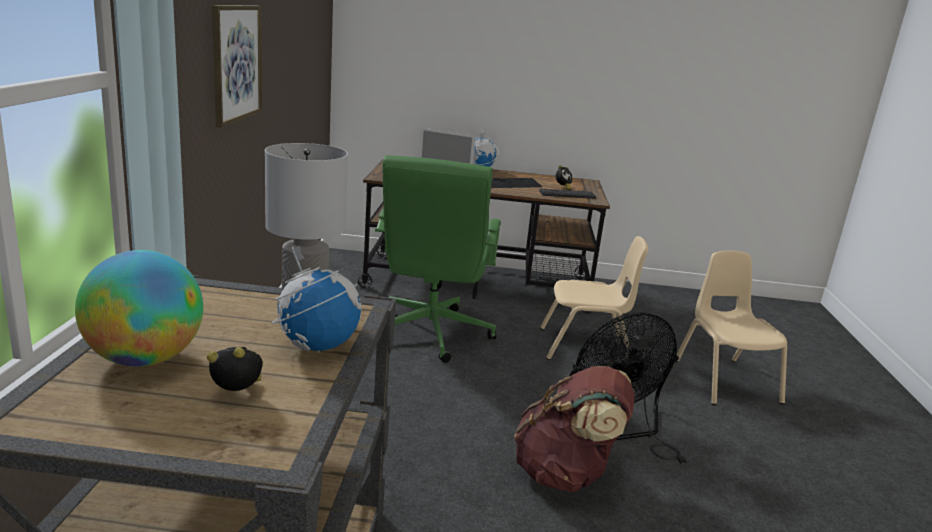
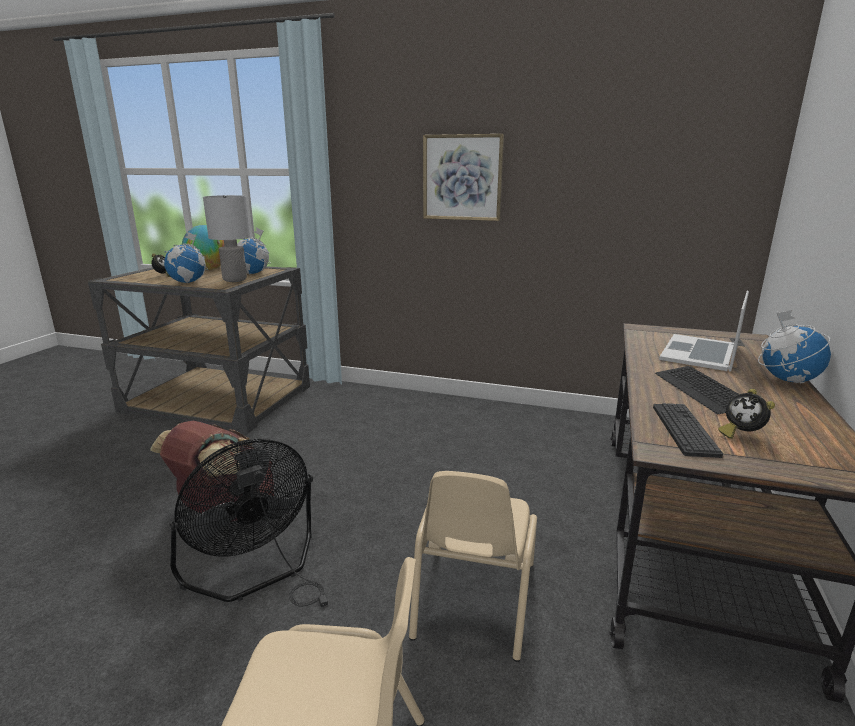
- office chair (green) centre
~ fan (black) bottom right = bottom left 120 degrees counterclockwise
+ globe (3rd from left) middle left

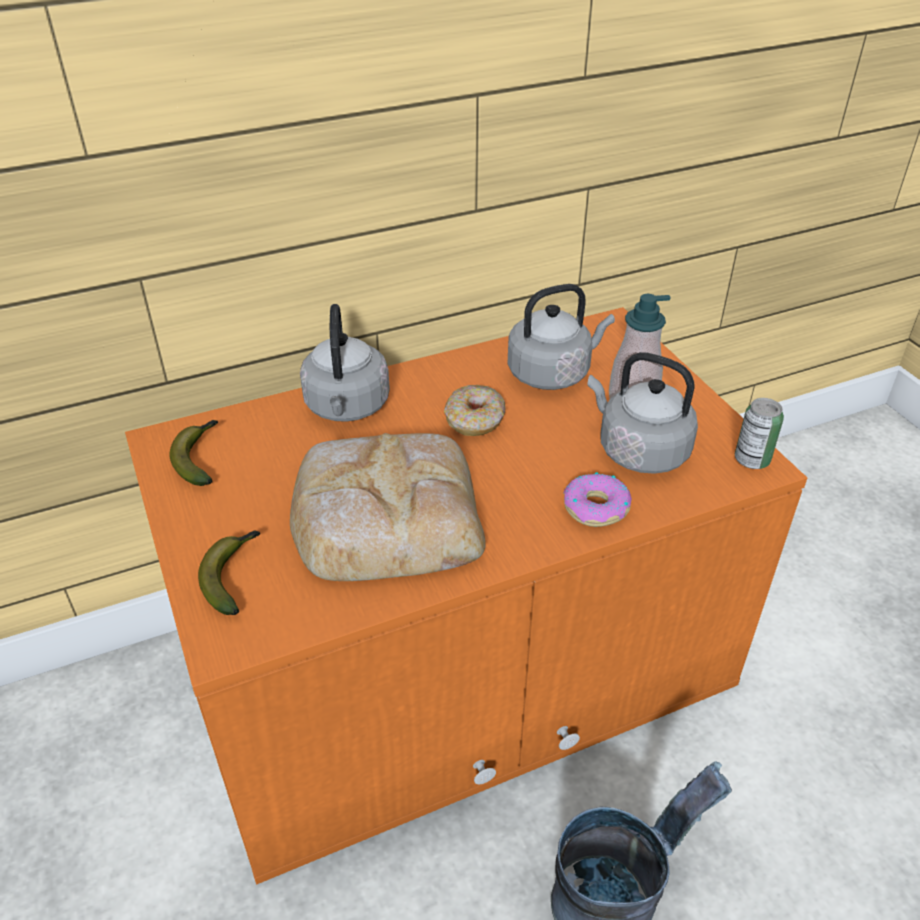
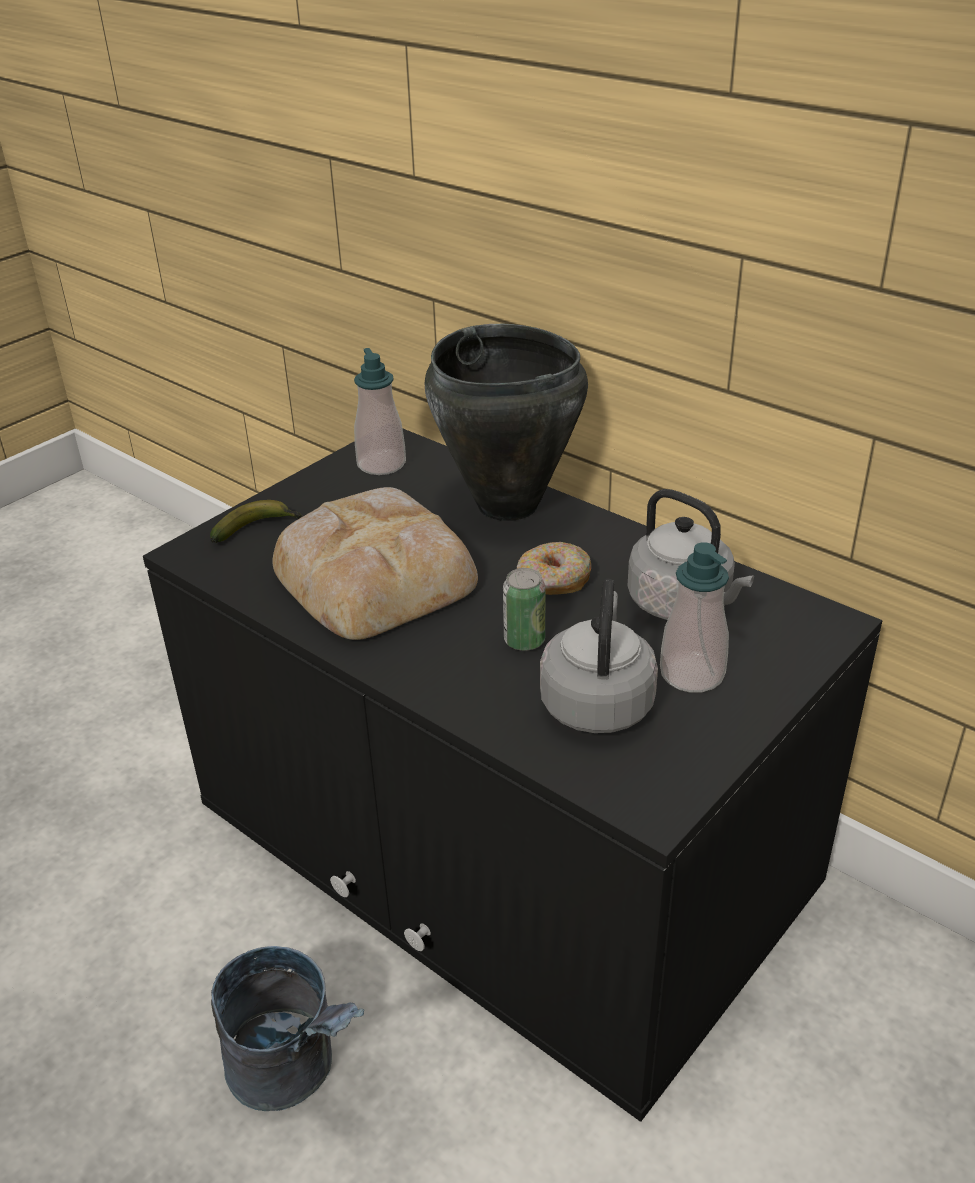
~ cabinet (orange) centre to cabinet (black) centre
~ banana (1st from left) middle left to soap dispenser (1st from left) centre
~ kettle (grey) (1st from left) centre to cooking pot (black) centre
- donut (2nd from left) centre
~ can middle right to centre

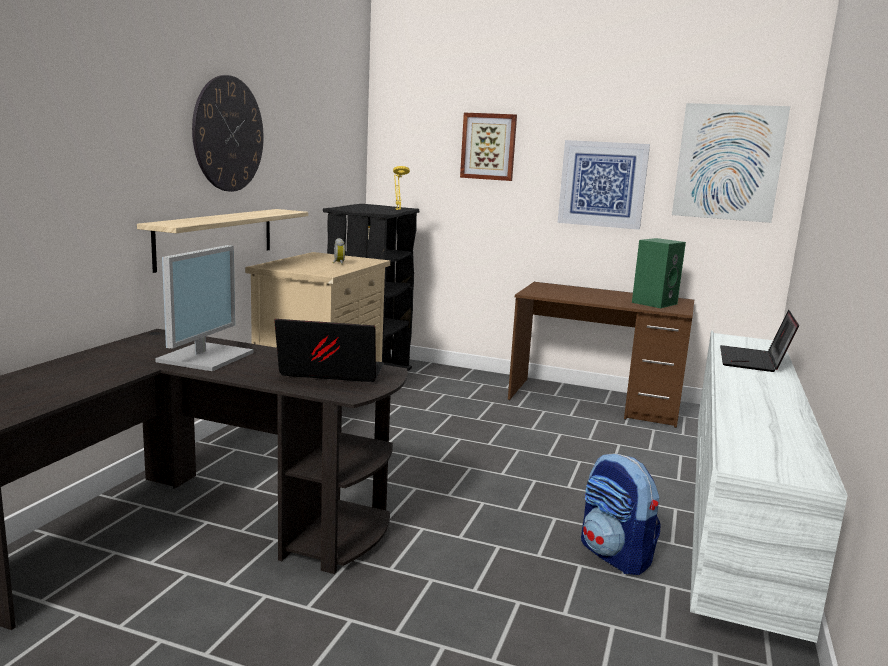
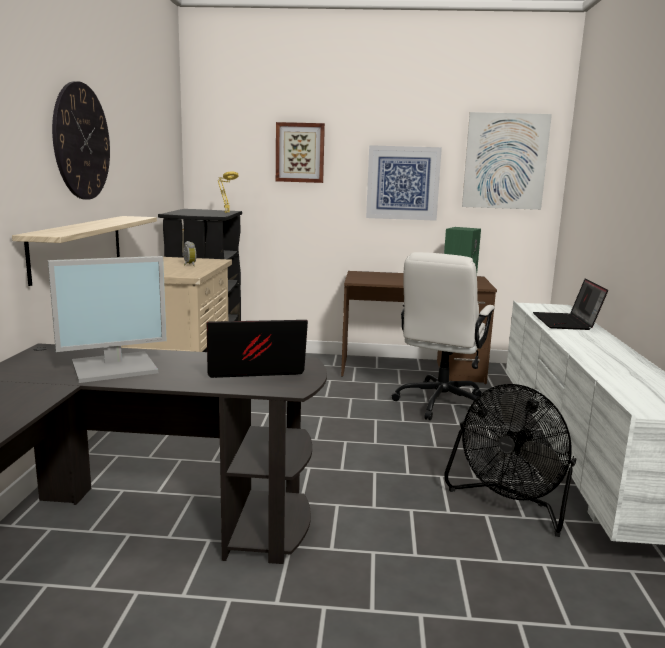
~ monitor middle left = middle left 60 degrees clockwise
~ backpack bottom right to fan (black) bottom right
+ office chair (white) centre

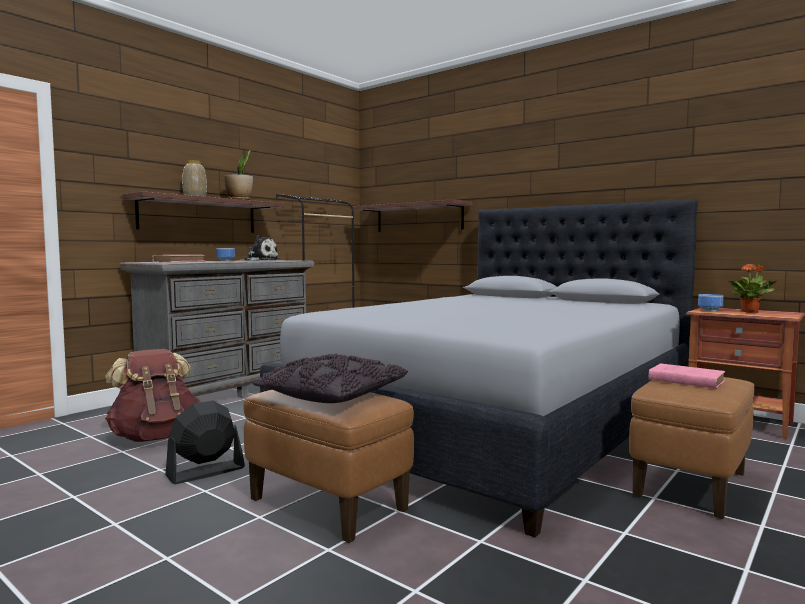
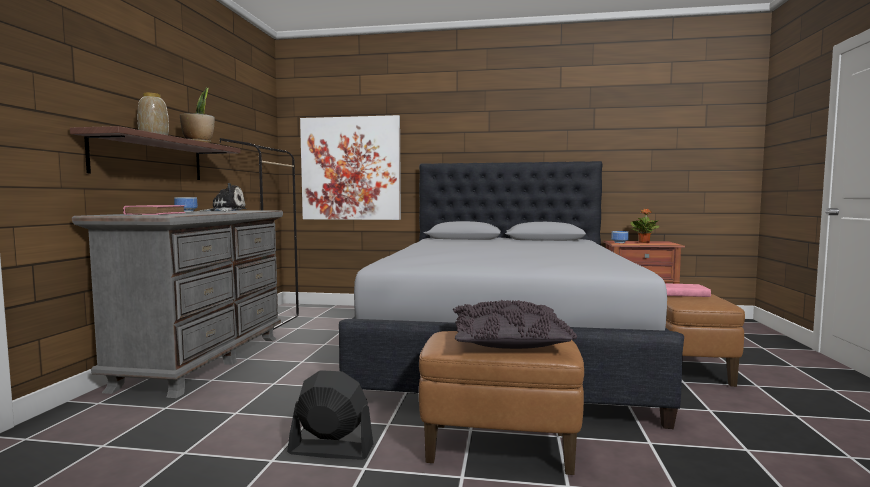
- backpack (brown) middle left
~ fan (black) bottom left = bottom centre 75 degrees clockwise
~ shelf (2nd from left) centre to picture centre

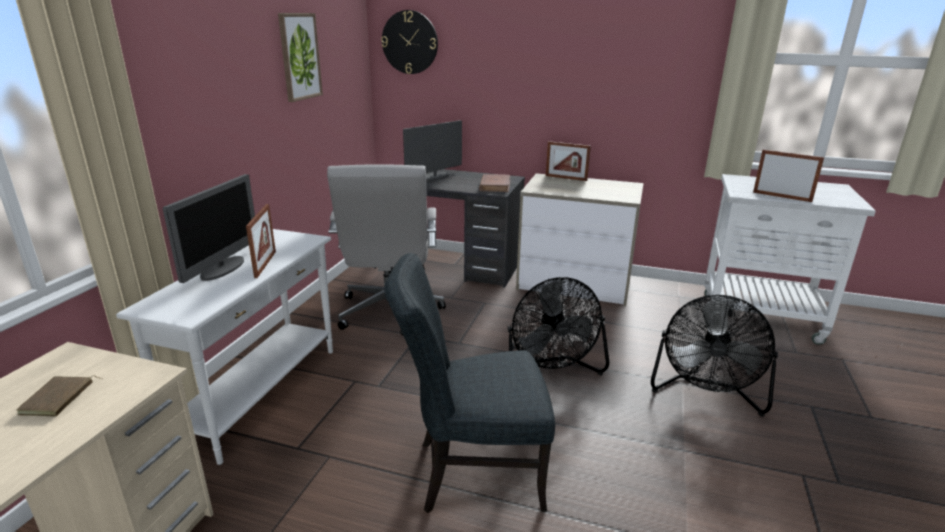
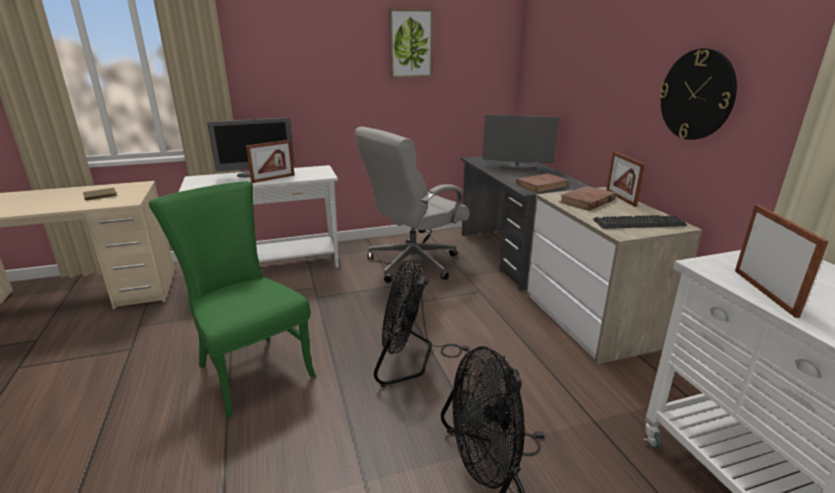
~ wall clock top centre to top right
~ chair (grey) bottom centre to chair (green) middle left
~ fan (black) (1st from left) centre = centre 60 degrees clockwise
+ book (brown) (3rd from left) middle right
+ keyboard middle right

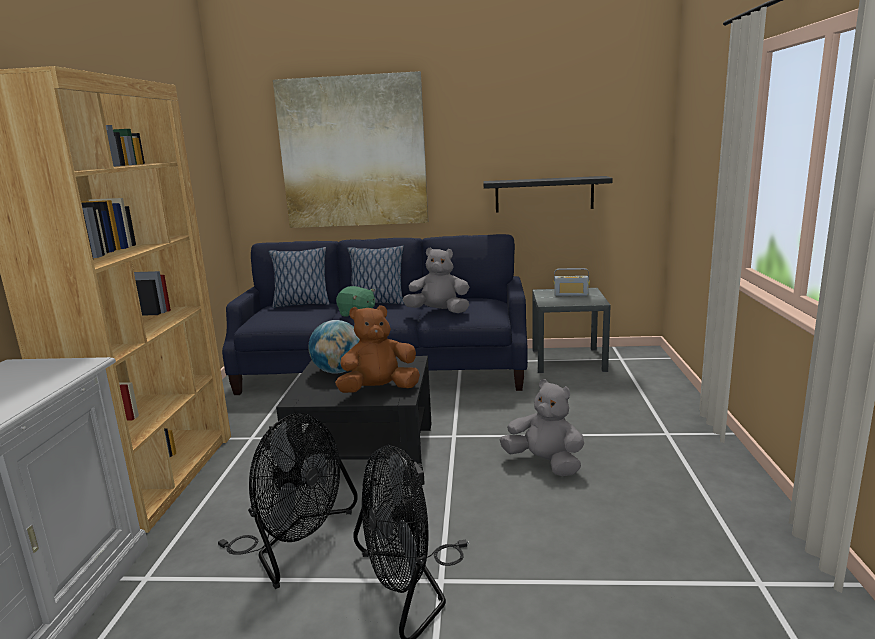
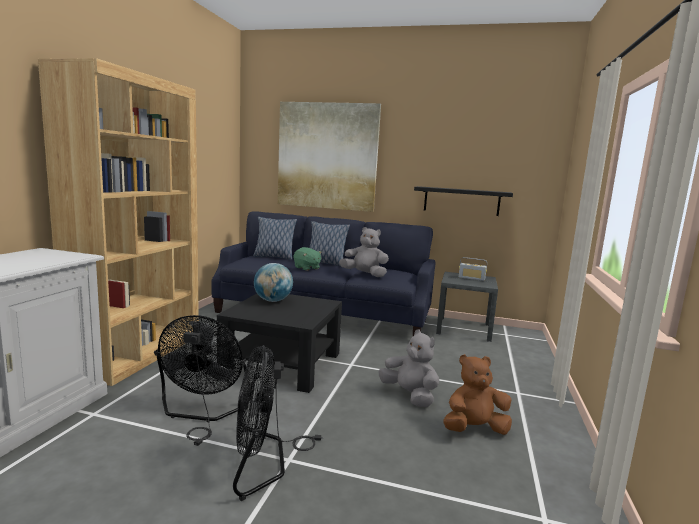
~ fan (black) (1st from left) bottom left = bottom left 120 degrees counterclockwise
~ plush toy (brown) centre to bottom right

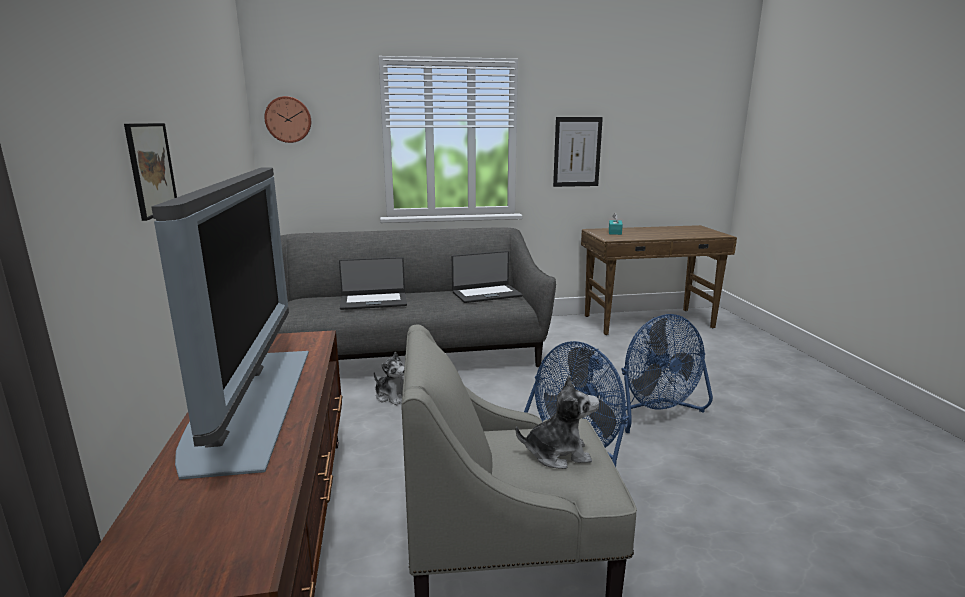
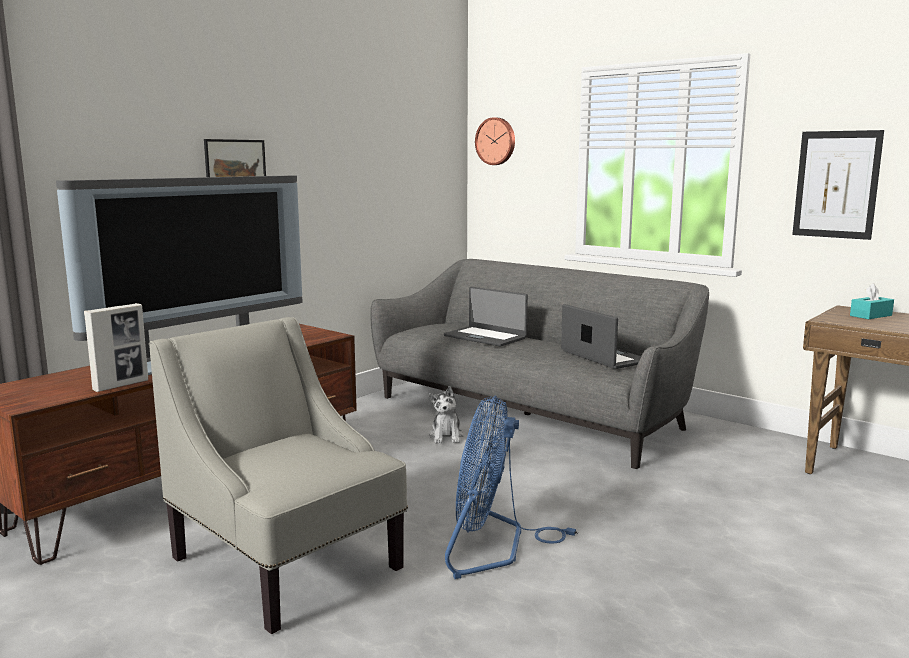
~ laptop (2nd from left) centre = centre 150 degrees counterclockwise
- plush toy (2nd from left) bottom centre
- fan (blue) (2nd from left) middle right
+ picture frame middle left

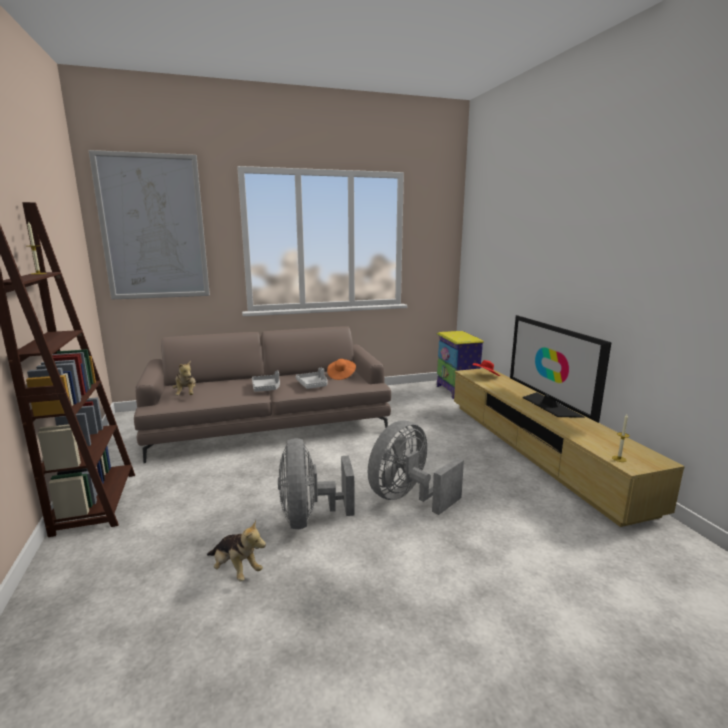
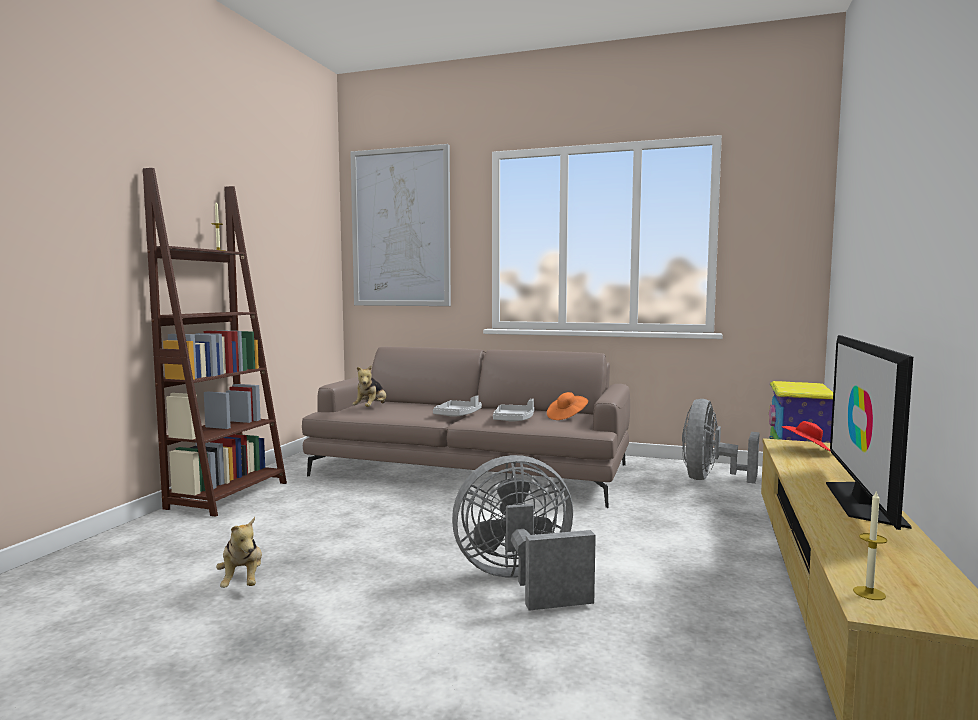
~ fan (grey) (1st from left in the first image) centre to fan (grey) (2nd from left) middle right

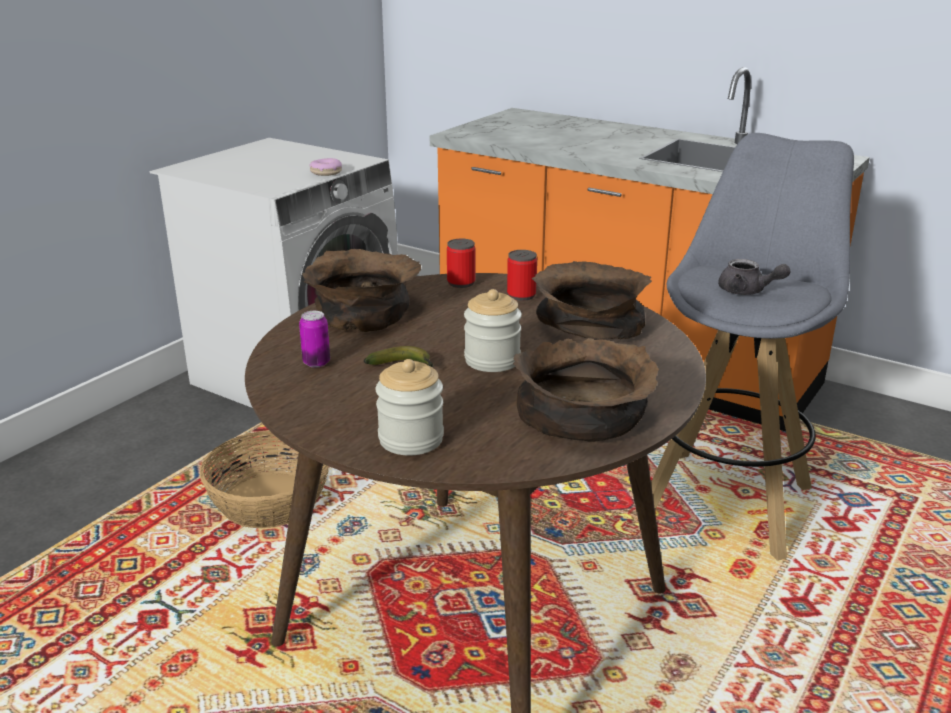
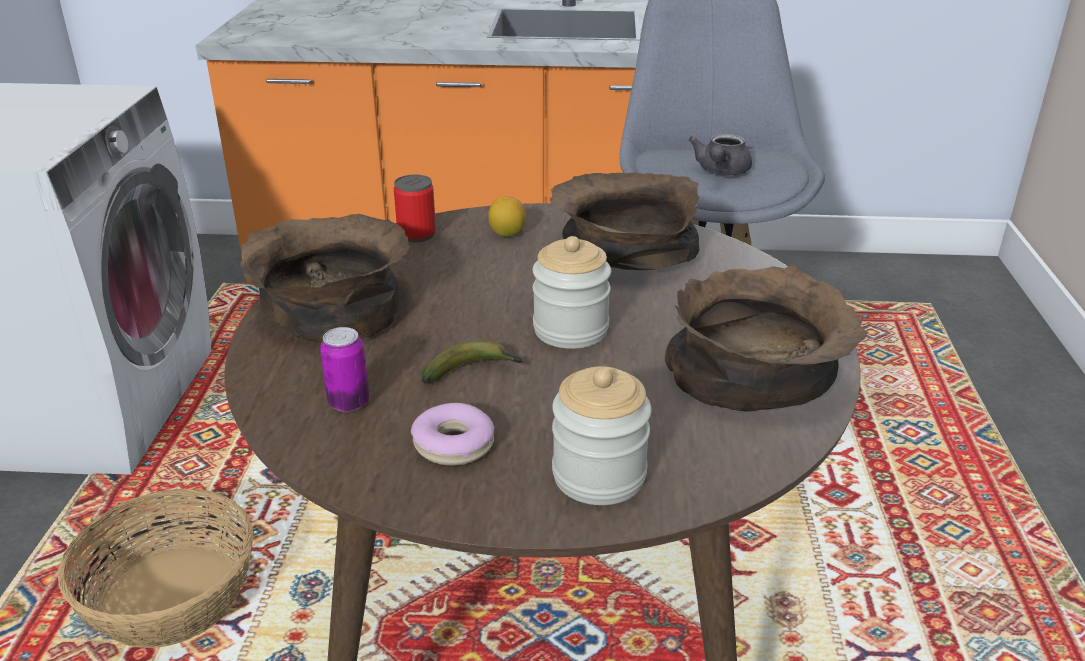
~ donut top centre to centre
~ can (3rd from left) centre to lemon top centre
~ teapot (grey) middle right = top centre 105 degrees clockwise

